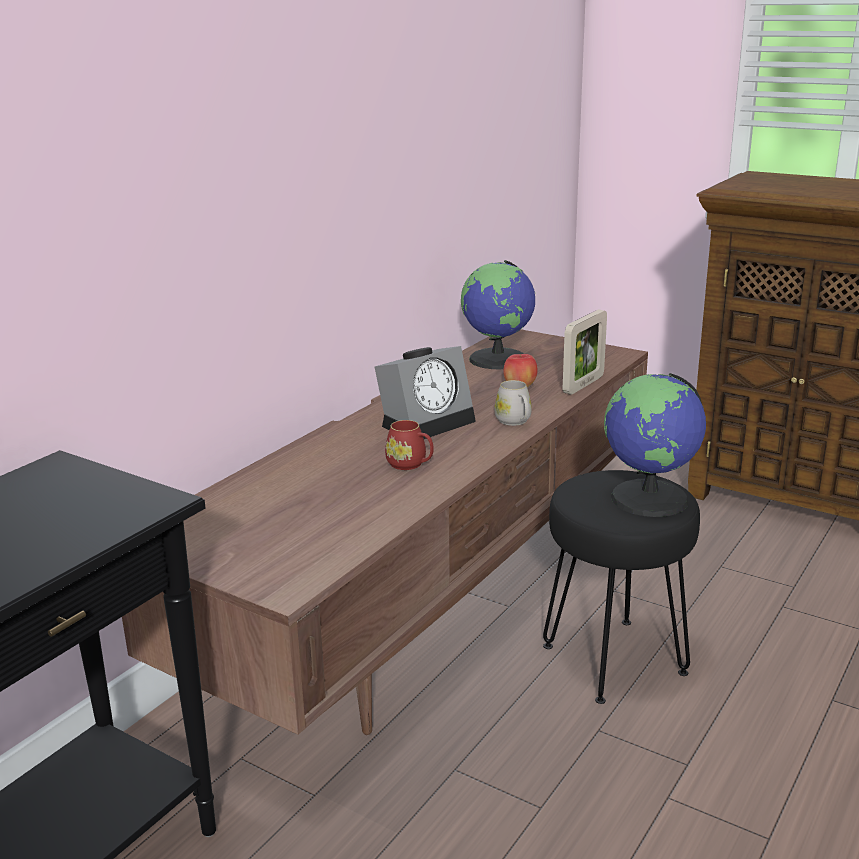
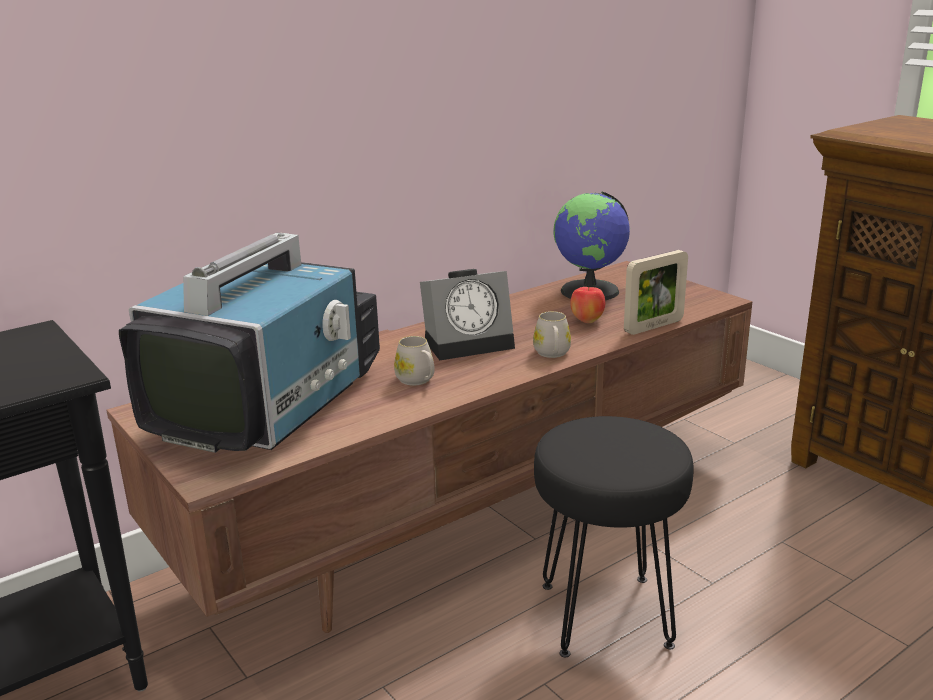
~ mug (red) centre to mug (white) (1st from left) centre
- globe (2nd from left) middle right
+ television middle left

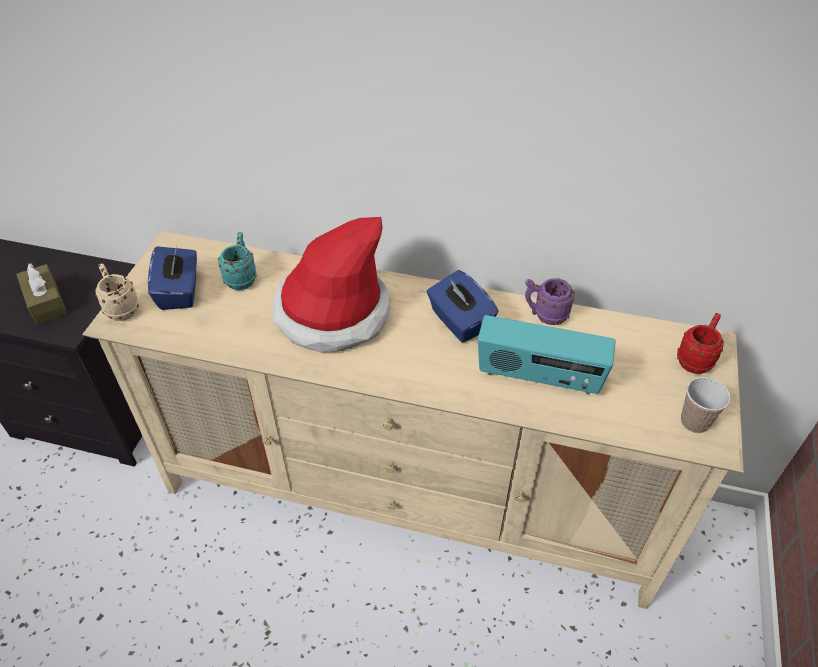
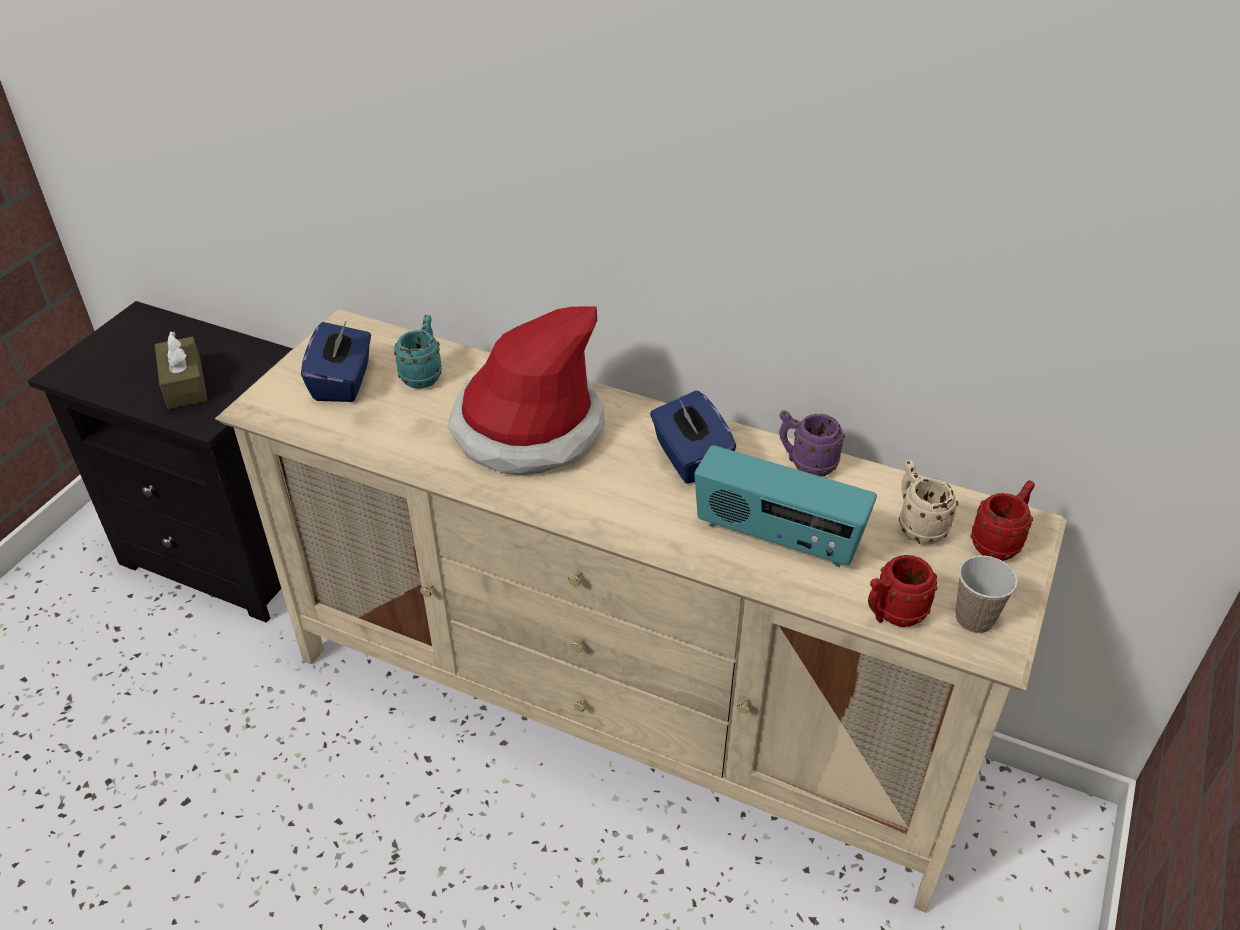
~ mug (beige) middle left to middle right
+ mug (red) (1st from left) middle right

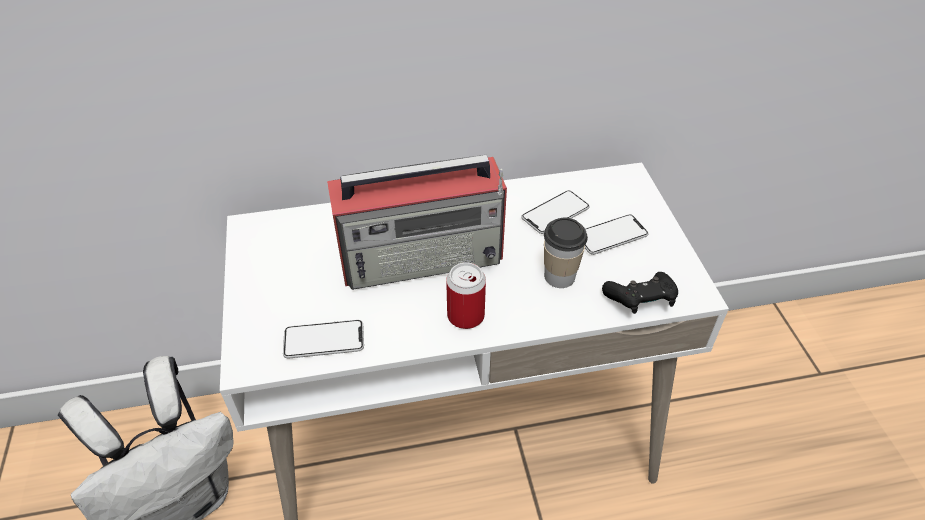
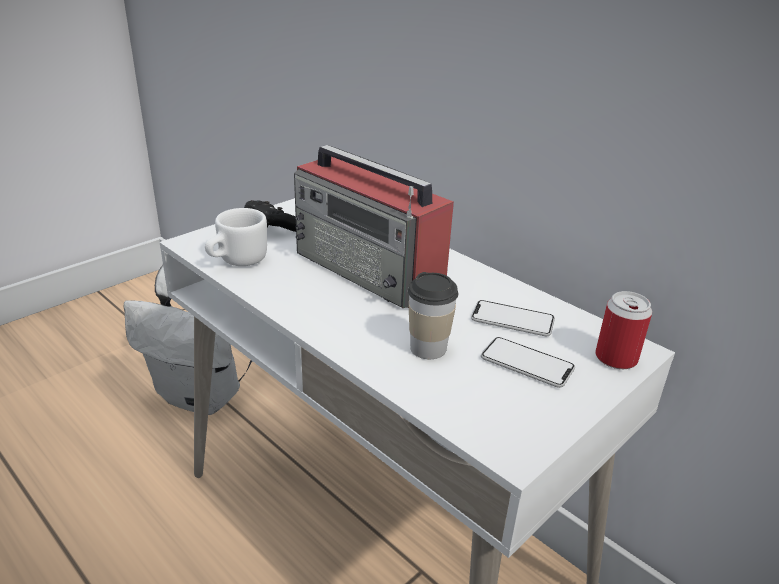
~ phone (1st from left) centre to mug (white) middle left
~ can centre to middle right
~ game controller (black) middle right to centre

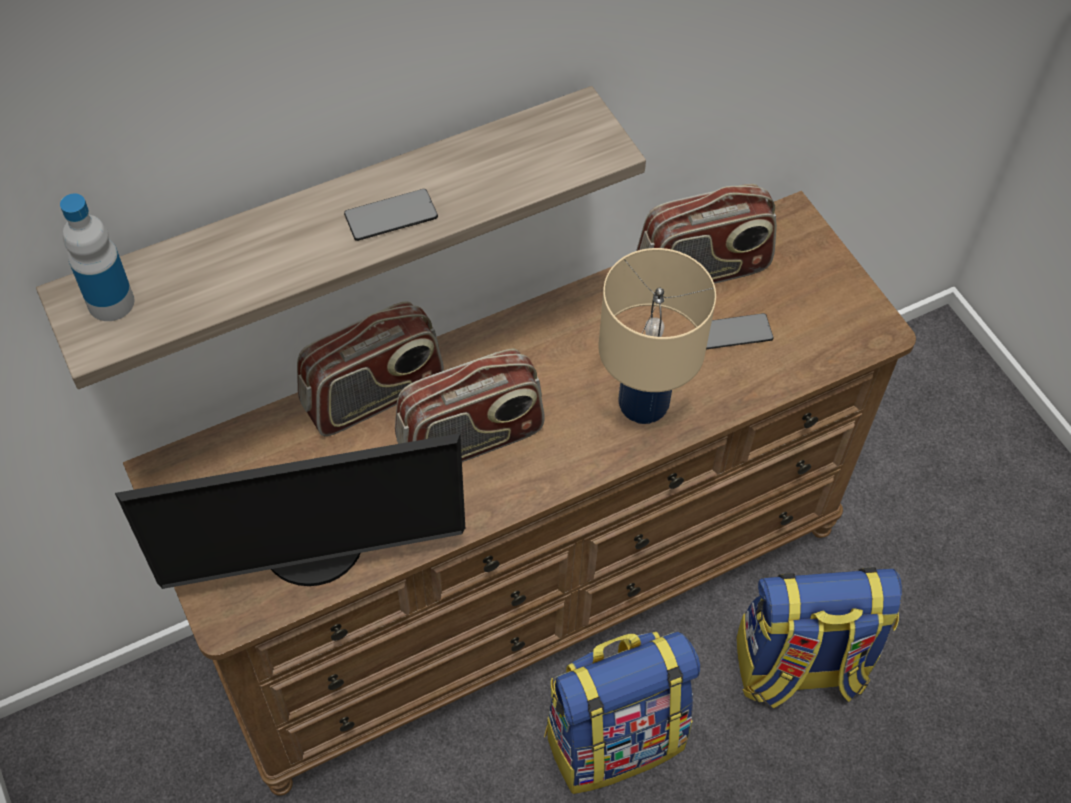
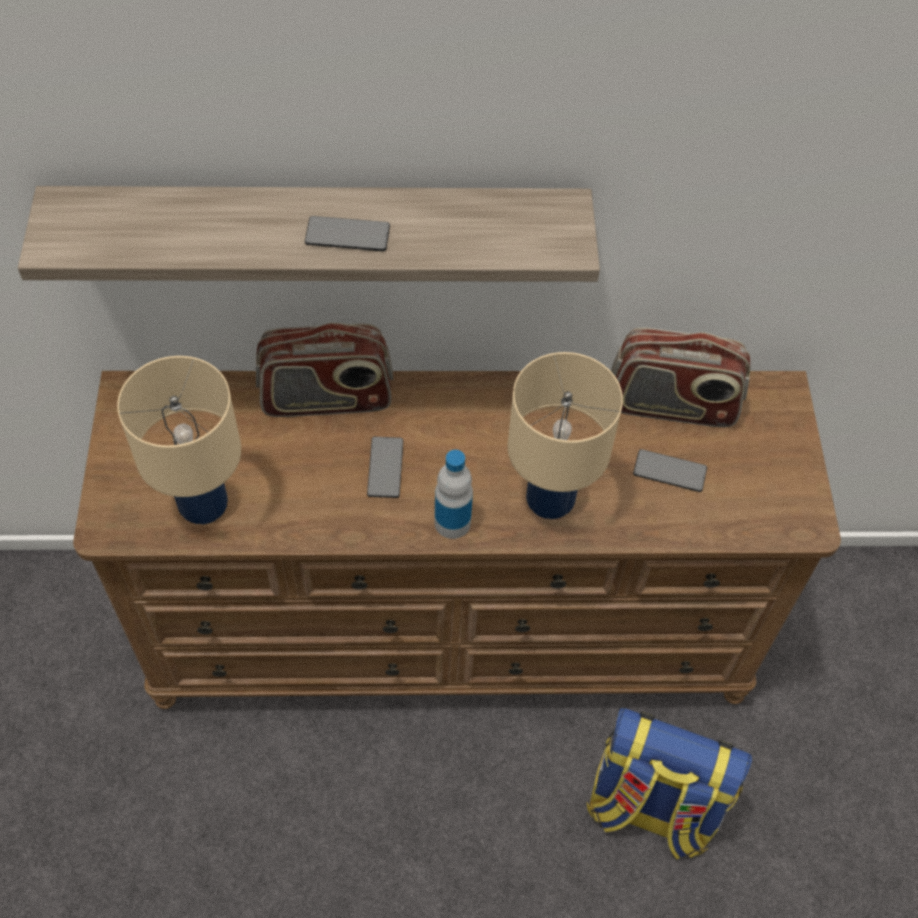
~ bottle top left to centre
~ monitor middle left to table lamp (beige) (1st from left) middle left
~ radio (2nd from left) centre to phone (2nd from left) centre
- backpack (1st from left) bottom centre

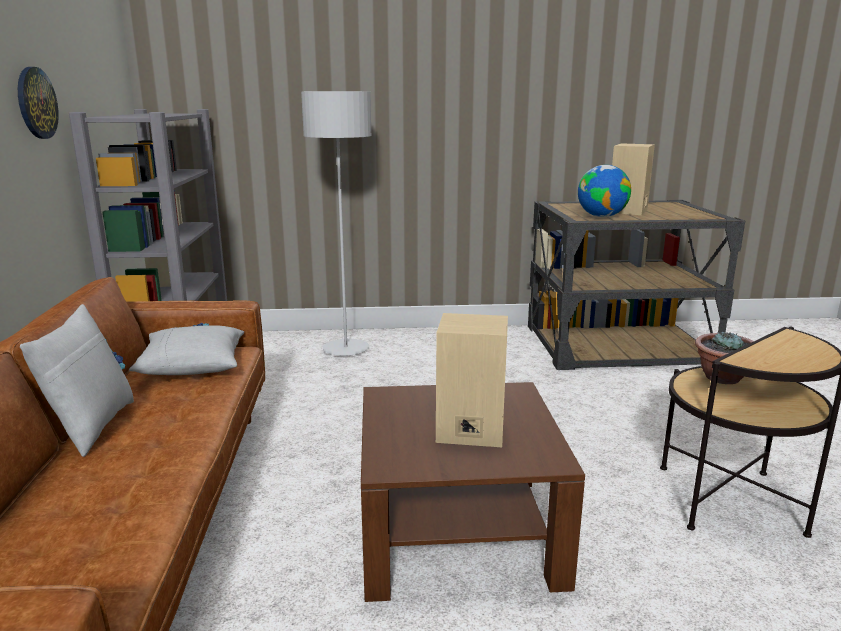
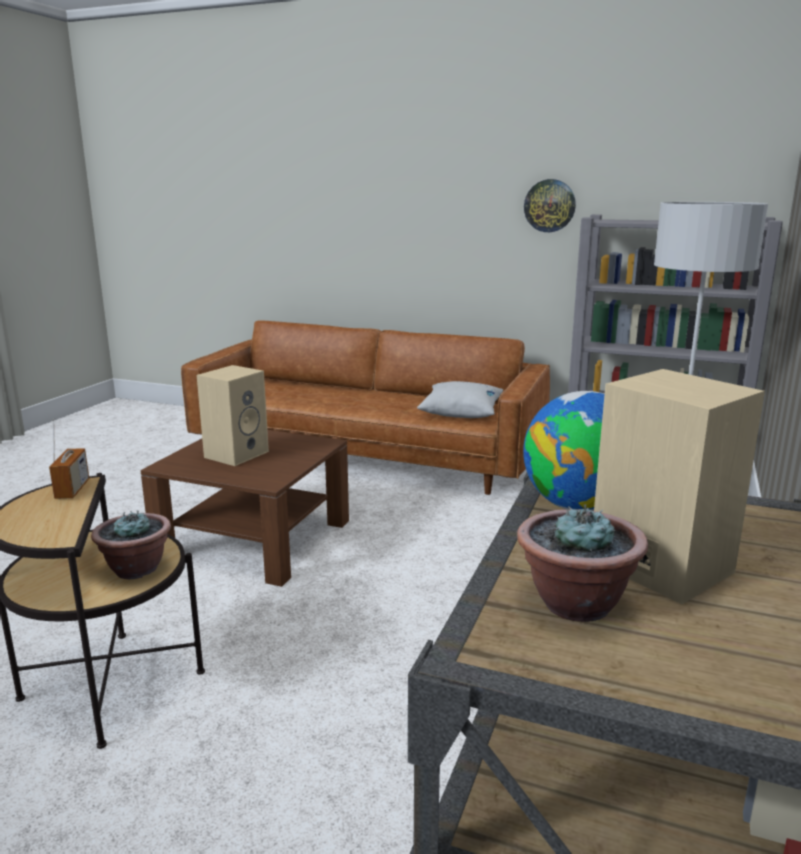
- pillow (grey) (1st from left) middle left
+ radio middle left
+ potted plant (2nd from left) middle right

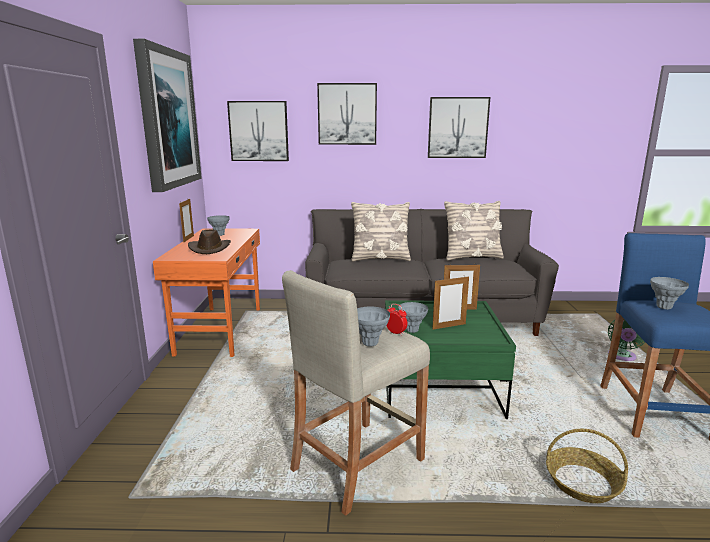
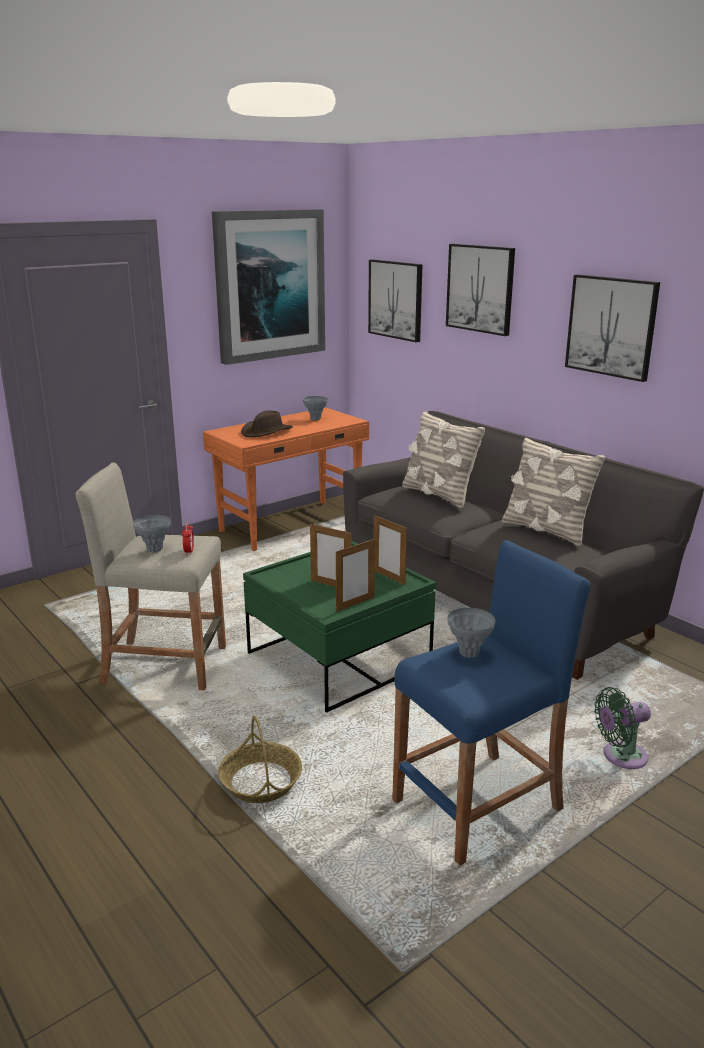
~ picture frame (1st from left in the first image) middle left to picture frame (2nd from left) centre
- vase (grey) (3rd from left) centre

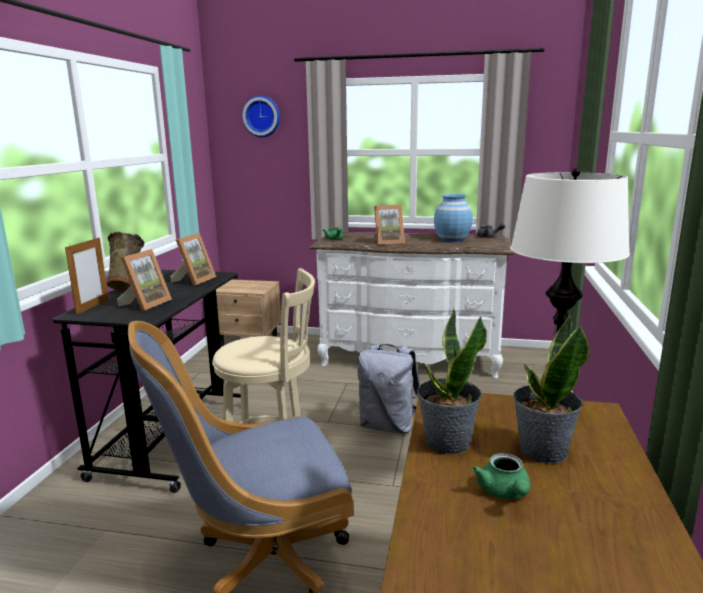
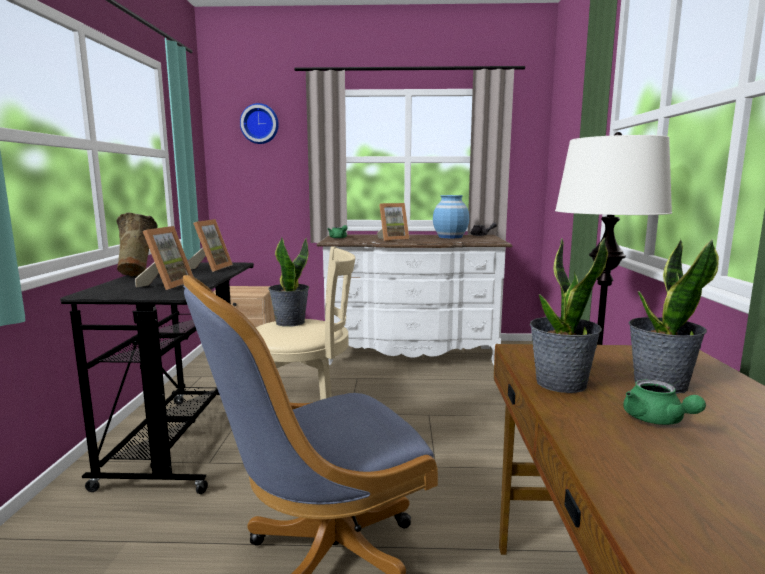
- picture frame (1st from left) middle left
- backpack (grey) centre
+ potted plant (1st from left) centre

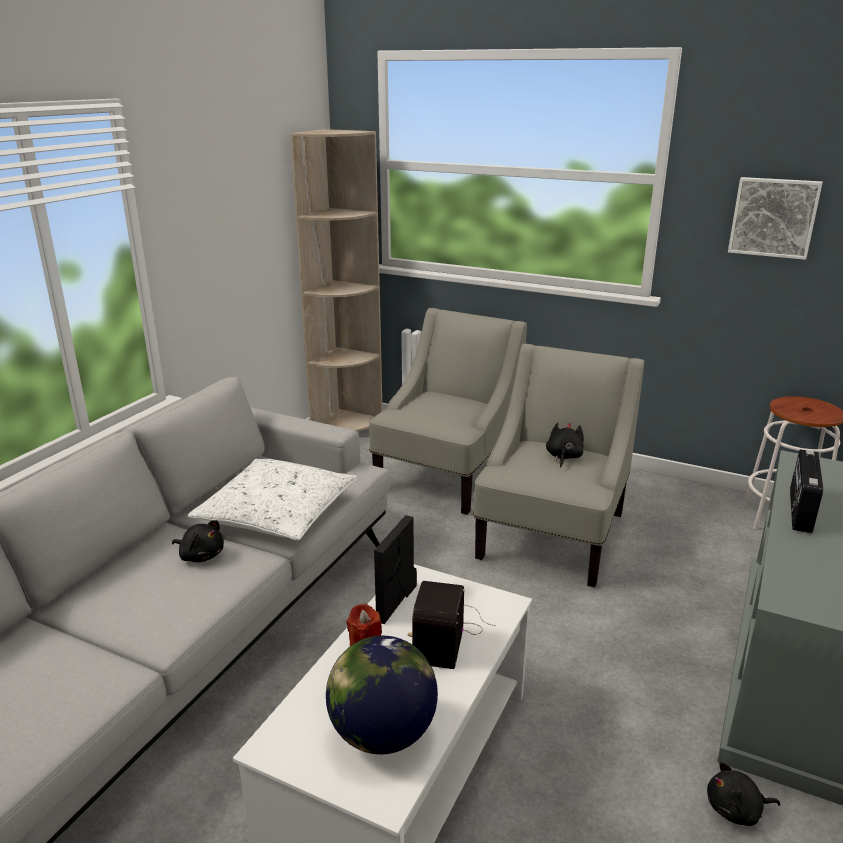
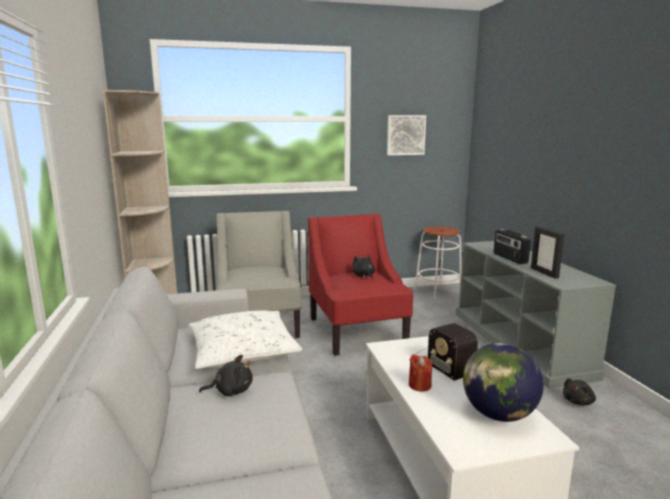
~ picture frame bottom centre to middle right
~ armchair (grey) (2nd from left) centre to armchair (red) centre

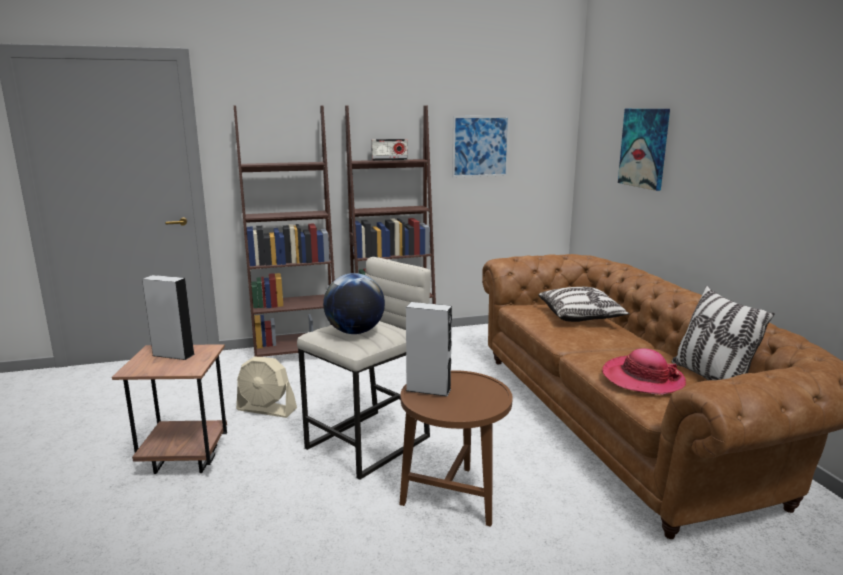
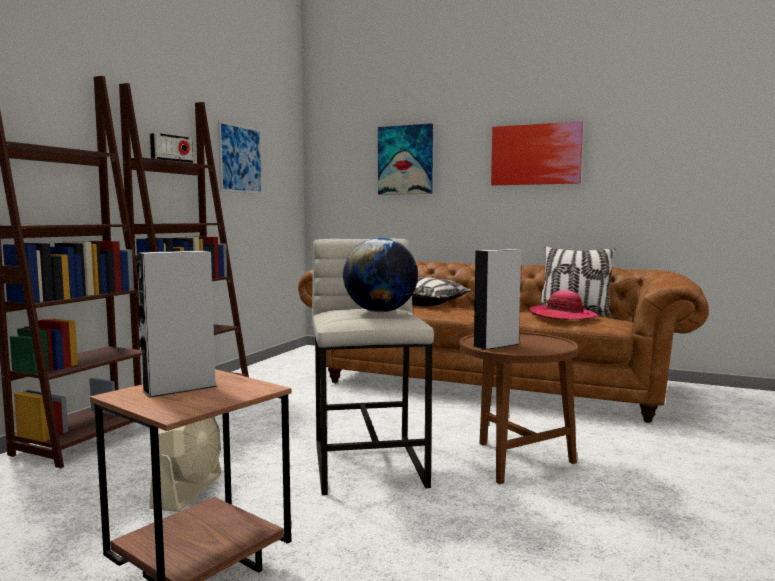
~ fan (beige) bottom left = bottom left 45 degrees counterclockwise
+ picture (3rd from left) top right

